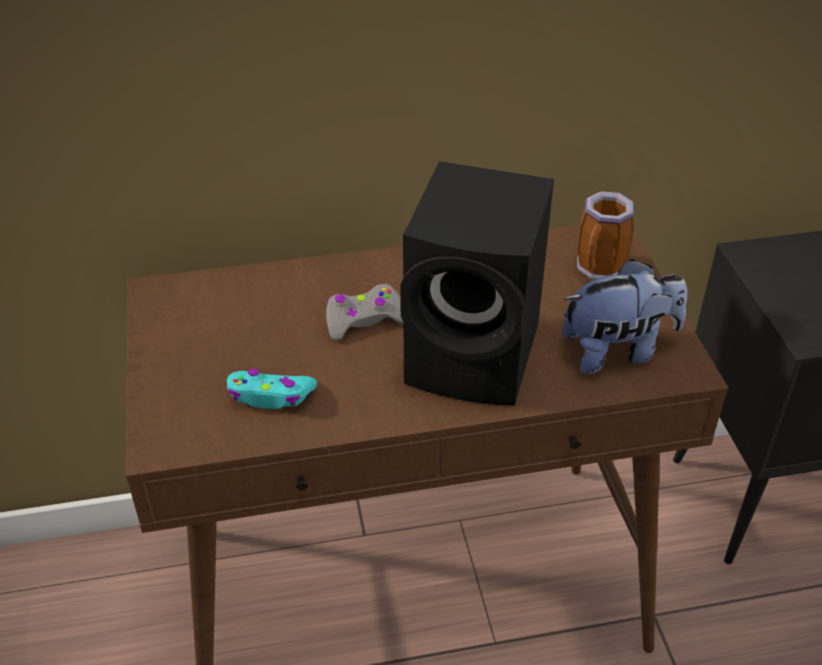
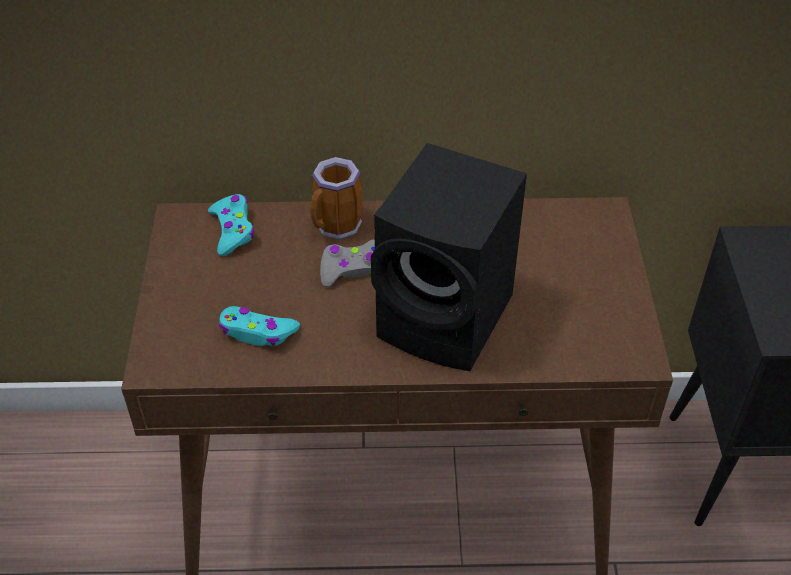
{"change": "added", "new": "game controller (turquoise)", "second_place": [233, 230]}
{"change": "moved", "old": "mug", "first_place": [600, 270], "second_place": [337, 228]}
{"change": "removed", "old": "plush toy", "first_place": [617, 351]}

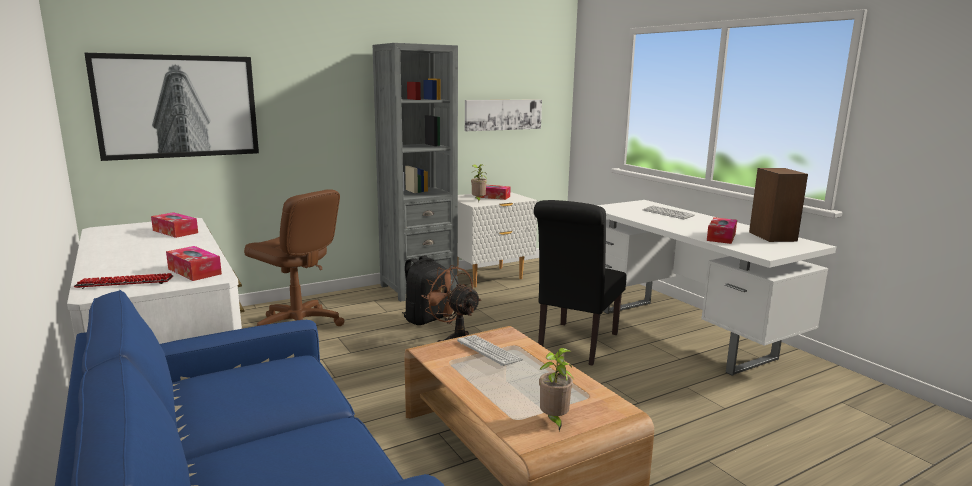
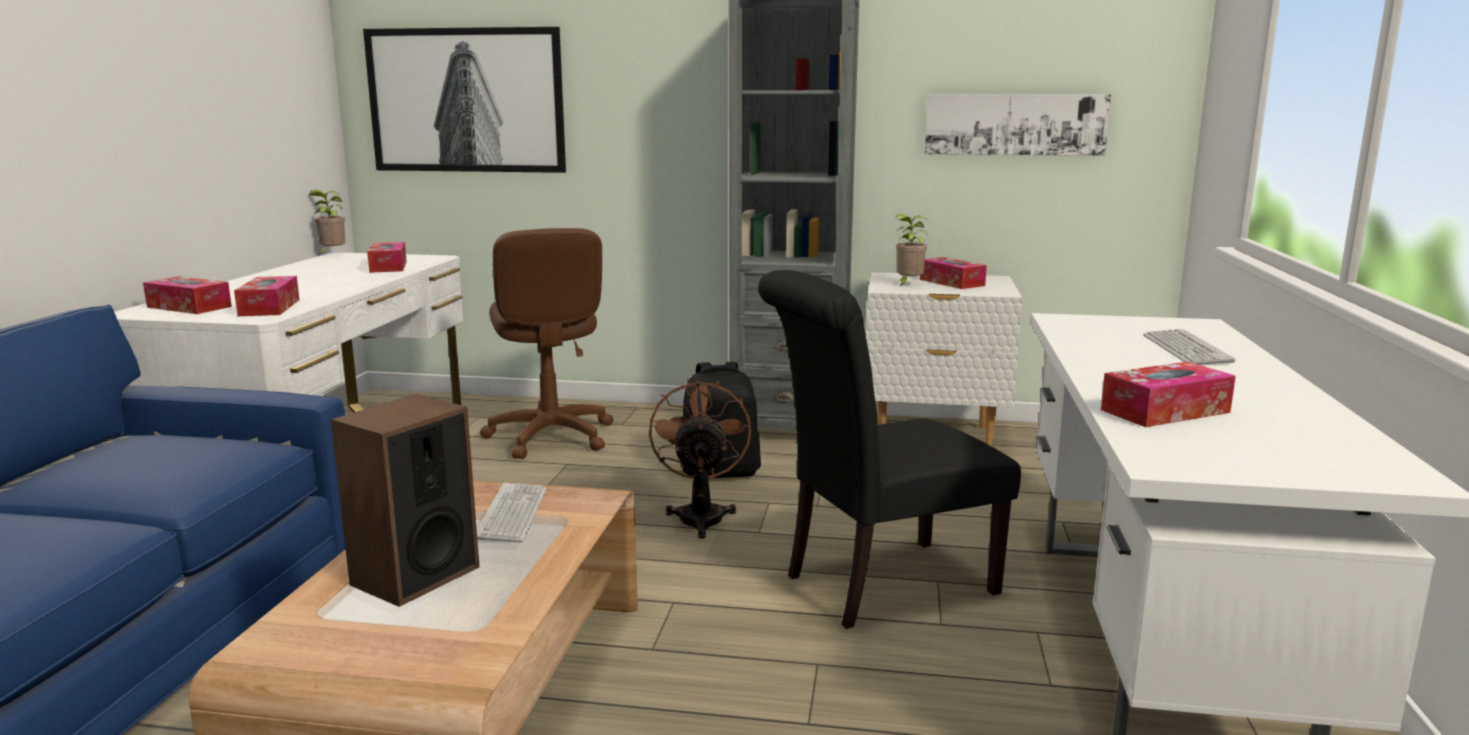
{"change": "replaced", "old": "keyboard", "new": "tissue box", "first_place": [125, 283], "second_place": [189, 307]}
{"change": "moved", "old": "potted plant", "first_place": [554, 421], "second_place": [331, 254]}
{"change": "moved", "old": "speaker", "first_place": [772, 236], "second_place": [414, 576]}

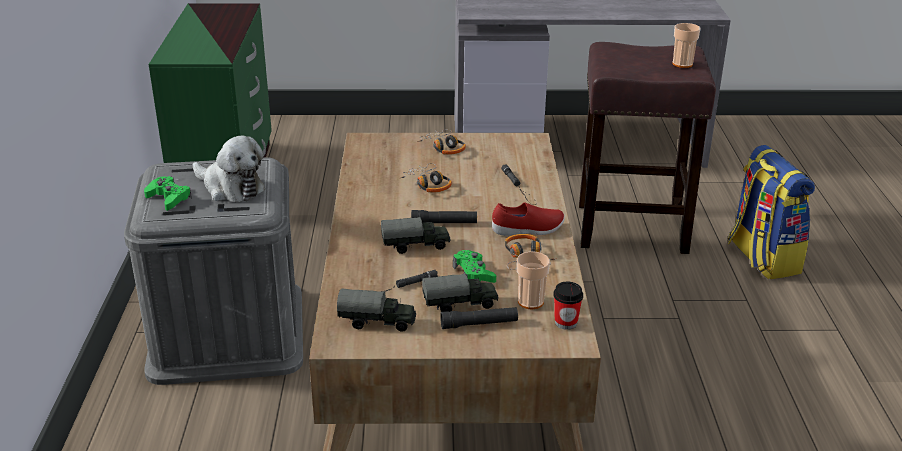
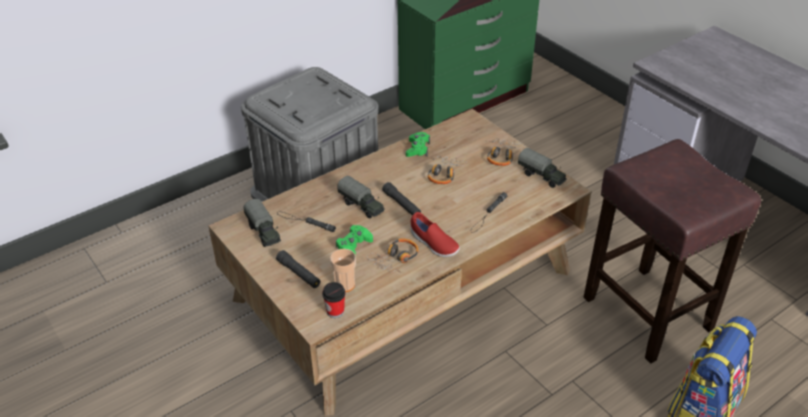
{"change": "moved", "old": "game controller (green)", "first_place": [168, 198], "second_place": [418, 149]}
{"change": "moved", "old": "toy truck", "first_place": [460, 305], "second_place": [541, 176]}
{"change": "removed", "old": "plush toy", "first_place": [230, 188]}
{"change": "removed", "old": "cup", "first_place": [682, 64]}

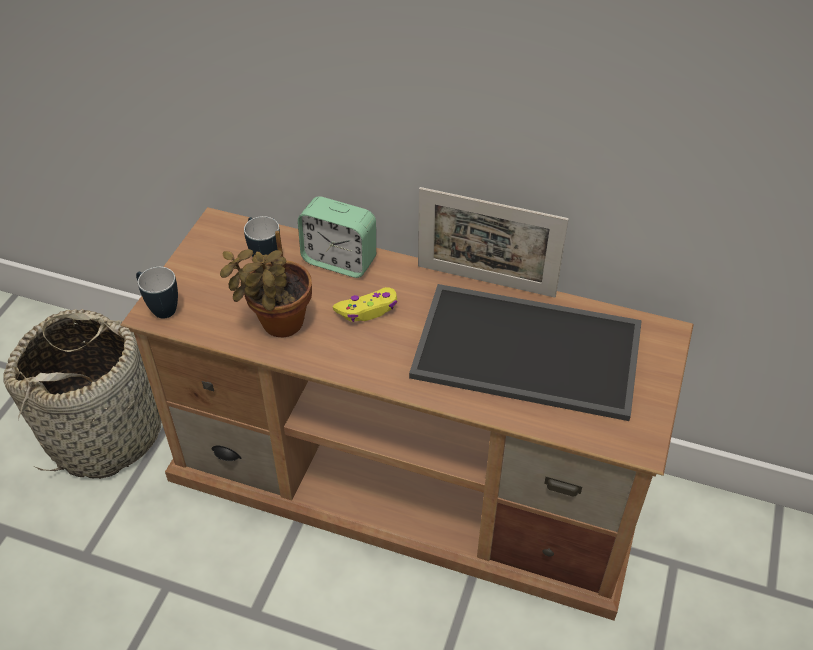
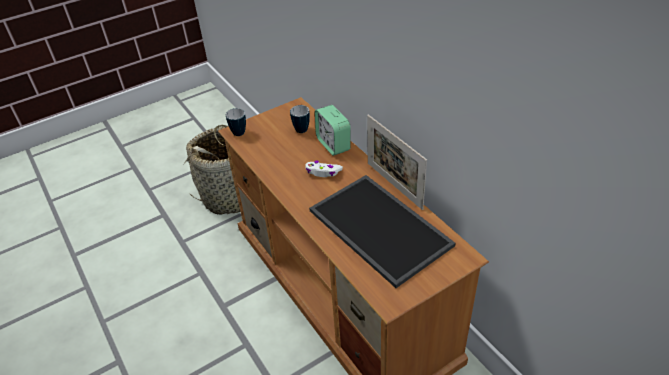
{"change": "recoloured", "old": "game controller (yellow)", "new": "game controller (white)", "first_place": [368, 310], "second_place": [323, 172]}
{"change": "removed", "old": "potted plant", "first_place": [278, 325]}

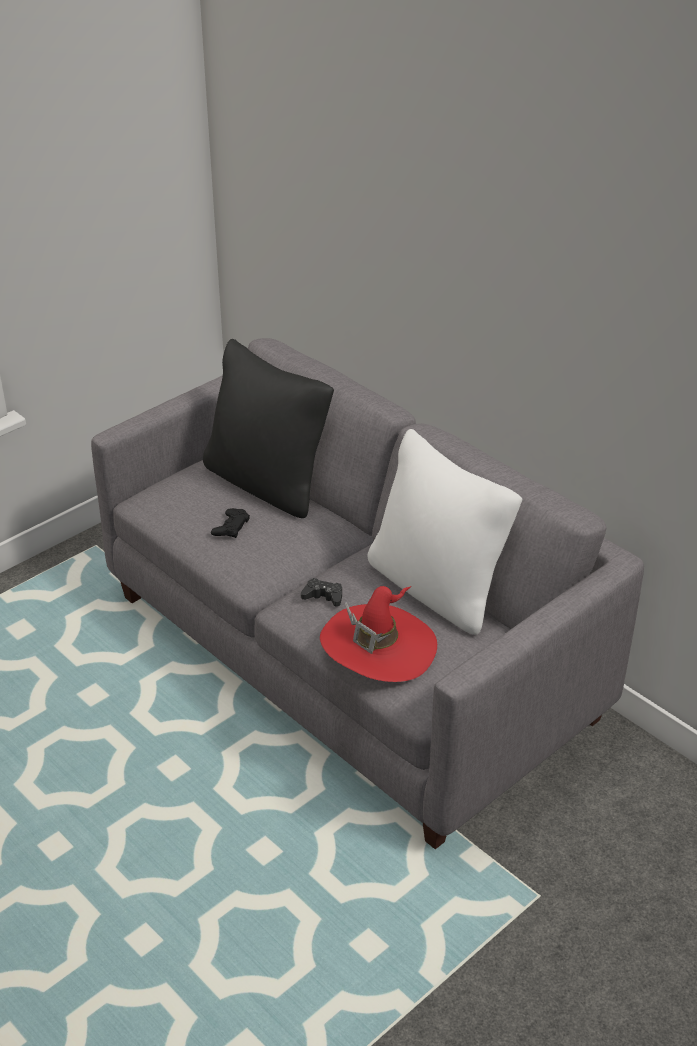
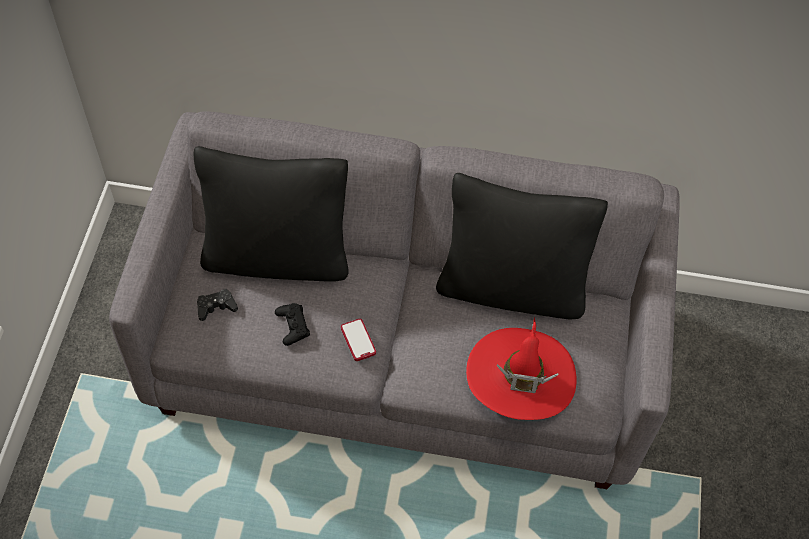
{"change": "moved", "old": "game controller (black)", "first_place": [323, 596], "second_place": [216, 307]}
{"change": "added", "new": "phone", "second_place": [358, 340]}
{"change": "recoloured", "old": "pillow (white)", "new": "pillow (black)", "first_place": [437, 588], "second_place": [511, 287]}

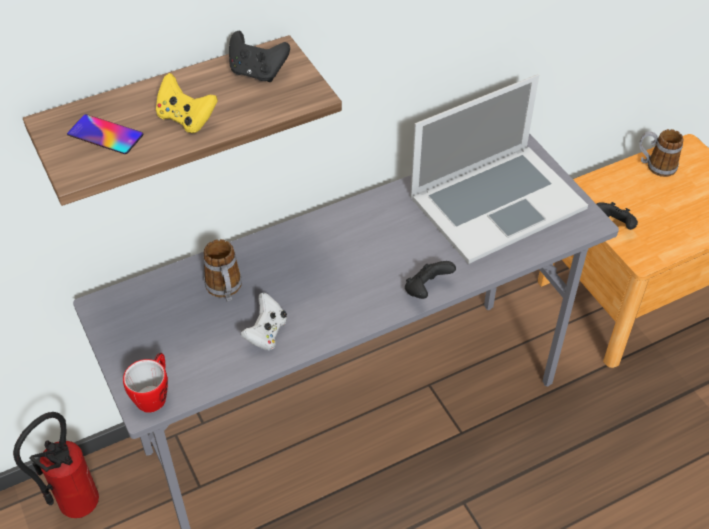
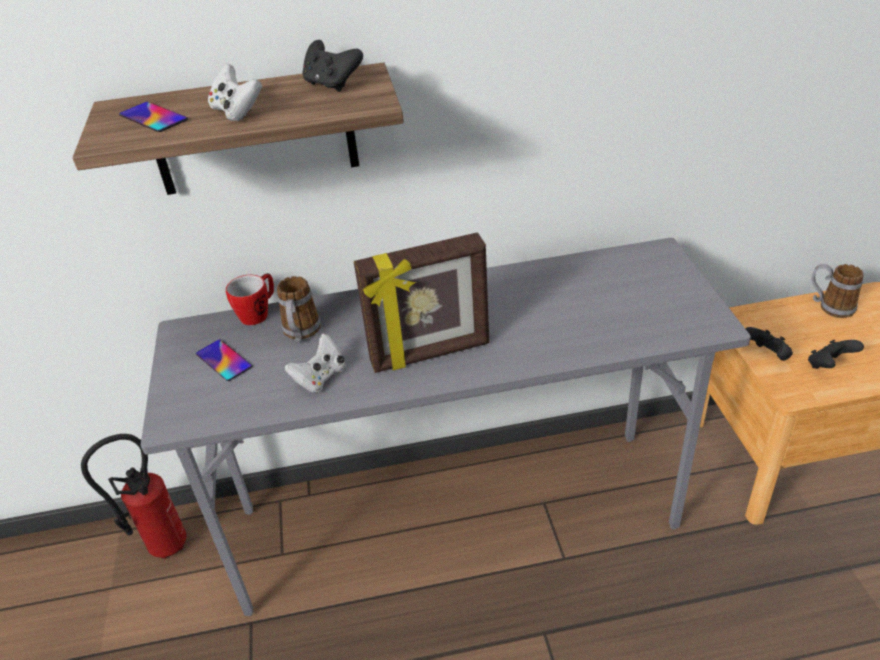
{"change": "added", "new": "phone", "second_place": [224, 360]}
{"change": "recoloured", "old": "game controller (yellow)", "new": "game controller (white)", "first_place": [186, 119], "second_place": [237, 112]}
{"change": "moved", "old": "mug", "first_place": [154, 394], "second_place": [258, 313]}
{"change": "added", "new": "picture frame", "second_place": [430, 354]}
{"change": "moved", "old": "game controller (black)", "first_place": [426, 290], "second_place": [829, 366]}
{"change": "removed", "old": "laptop", "first_place": [496, 201]}

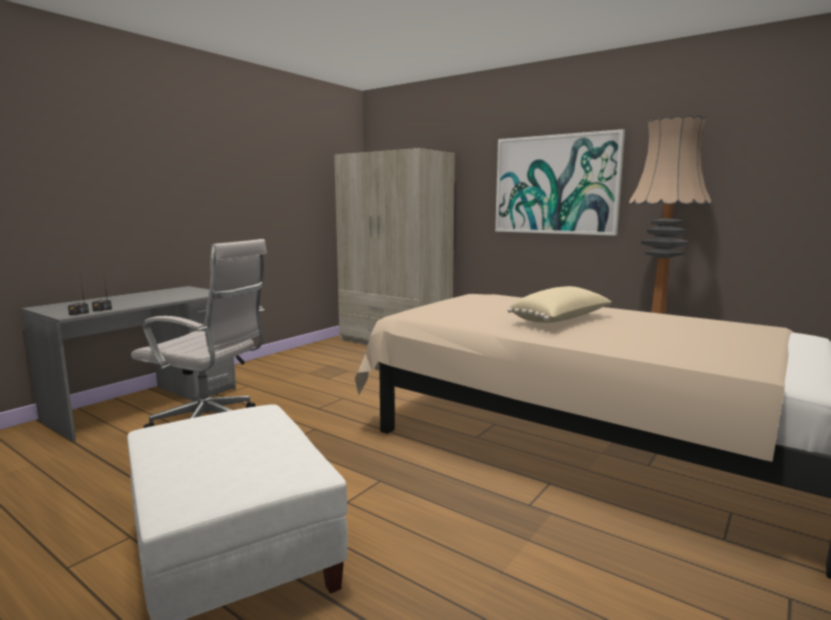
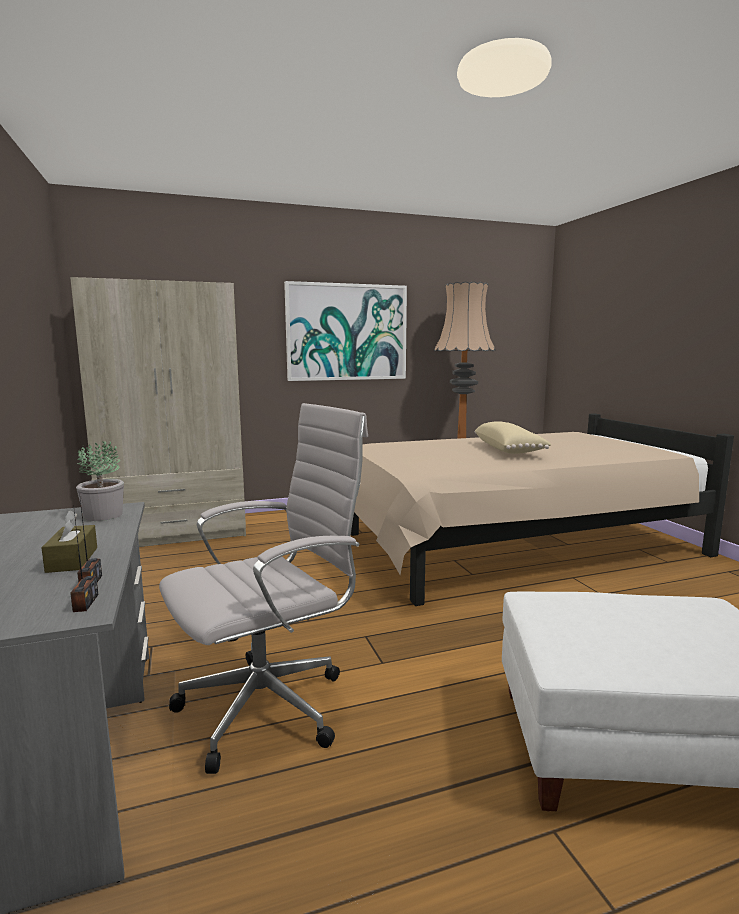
{"change": "added", "new": "tissue box (brown)", "second_place": [72, 559]}
{"change": "added", "new": "potted plant", "second_place": [104, 515]}

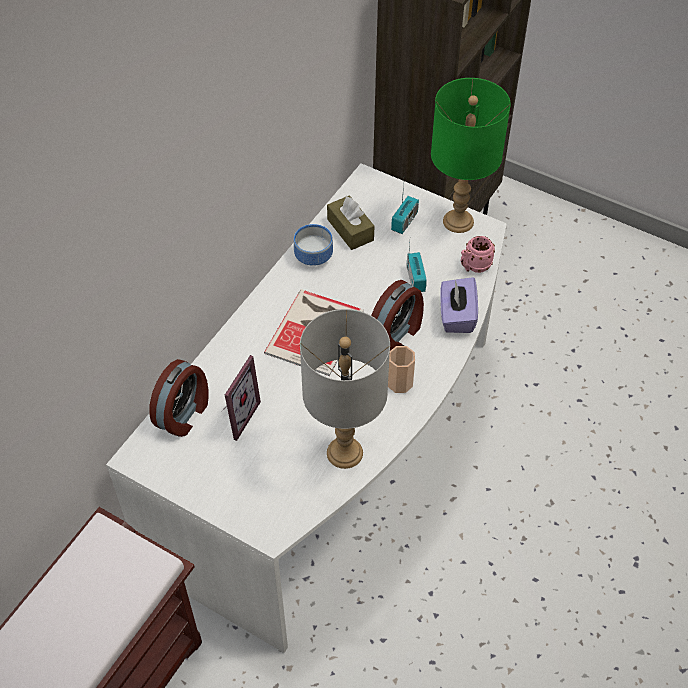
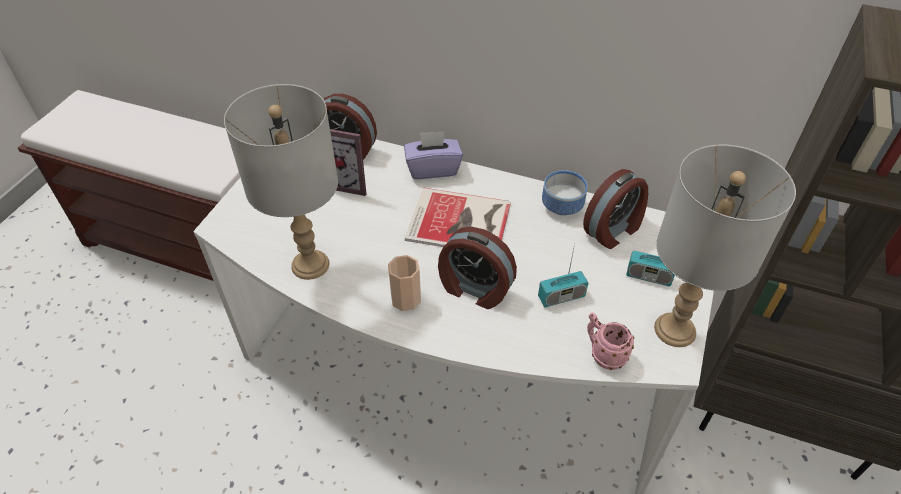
{"change": "moved", "old": "tissue box (purple)", "first_place": [456, 316], "second_place": [433, 169]}
{"change": "replaced", "old": "tissue box (brown)", "new": "alarm clock", "first_place": [350, 230], "second_place": [613, 230]}
{"change": "recoloured", "old": "table lamp (green)", "new": "table lamp (grey)", "first_place": [458, 221], "second_place": [674, 330]}

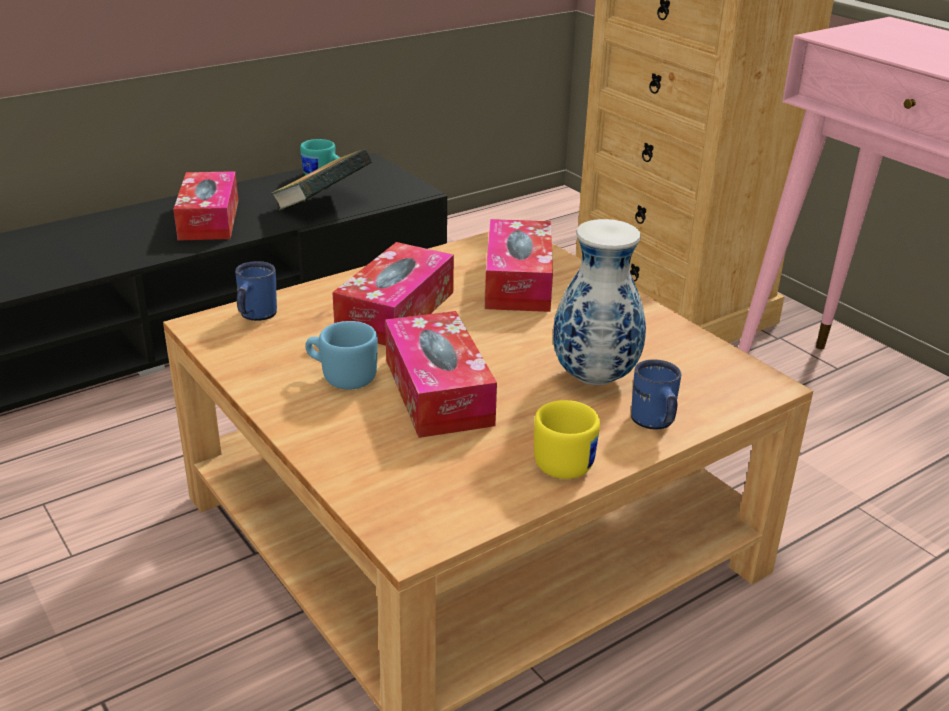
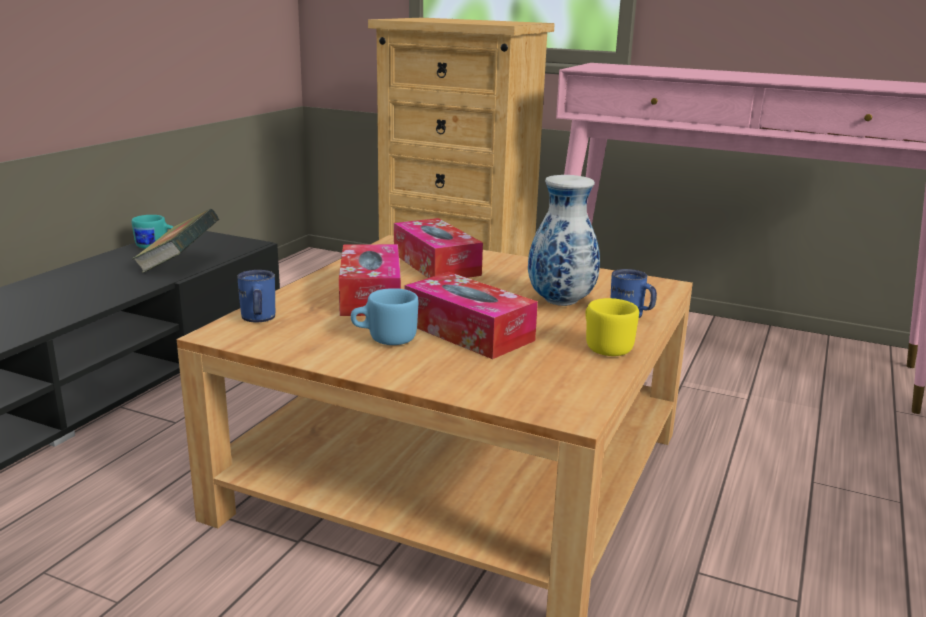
{"change": "removed", "old": "tissue box", "first_place": [209, 219]}

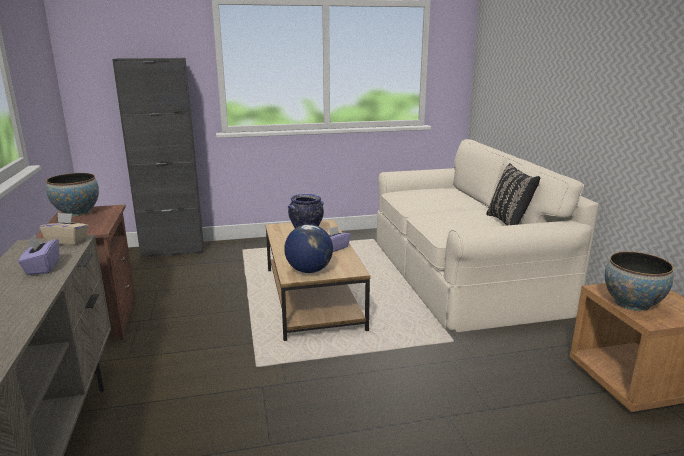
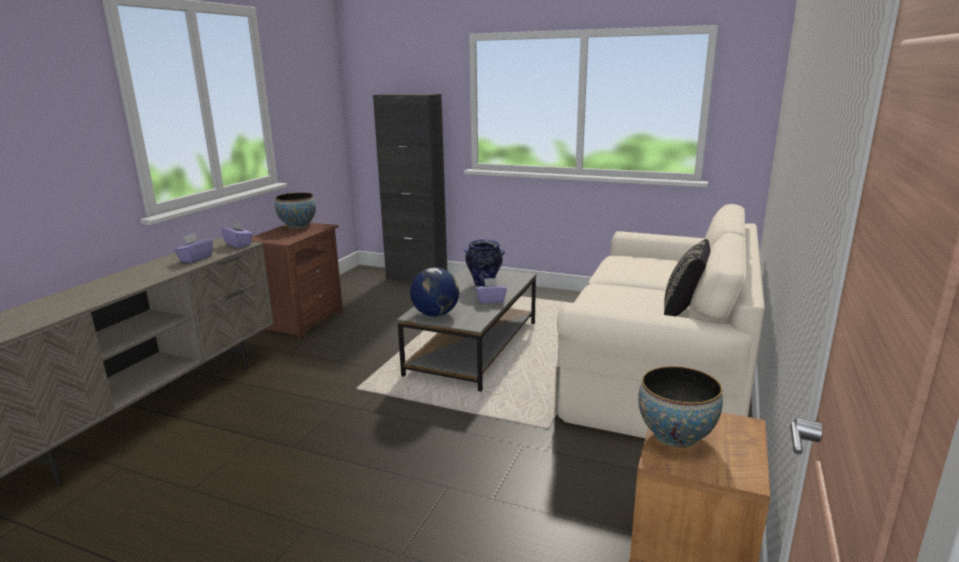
{"change": "recoloured", "old": "tissue box (beige)", "new": "tissue box (purple)", "first_place": [67, 241], "second_place": [239, 244]}
{"change": "recoloured", "old": "coffee table (brown)", "new": "coffee table (grey)", "first_place": [313, 297], "second_place": [474, 348]}

